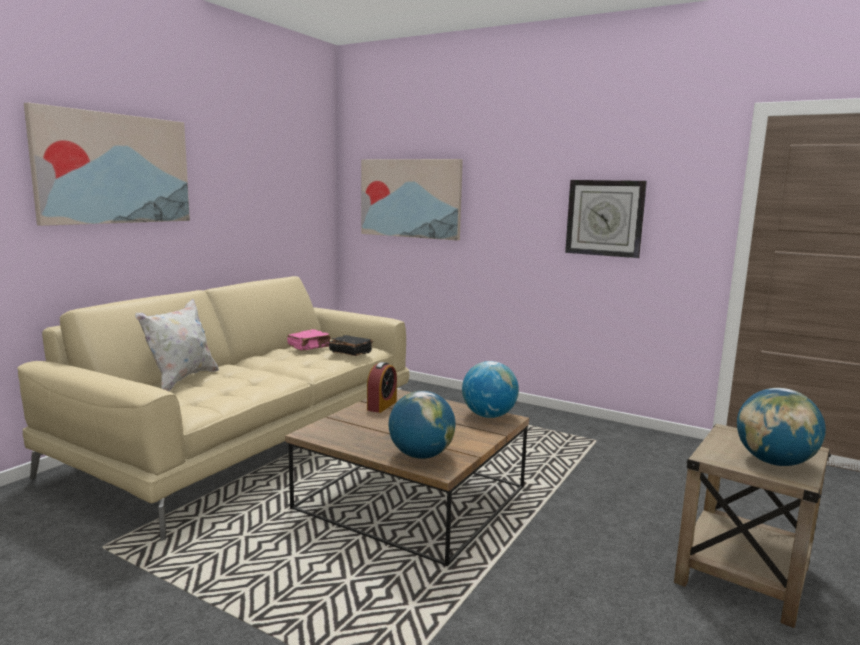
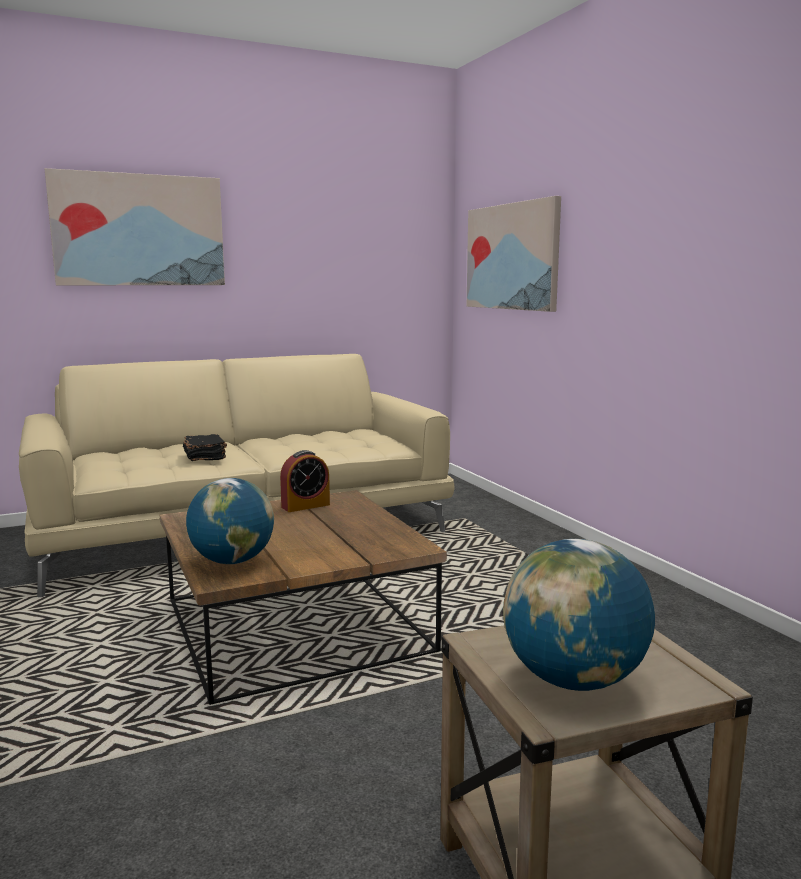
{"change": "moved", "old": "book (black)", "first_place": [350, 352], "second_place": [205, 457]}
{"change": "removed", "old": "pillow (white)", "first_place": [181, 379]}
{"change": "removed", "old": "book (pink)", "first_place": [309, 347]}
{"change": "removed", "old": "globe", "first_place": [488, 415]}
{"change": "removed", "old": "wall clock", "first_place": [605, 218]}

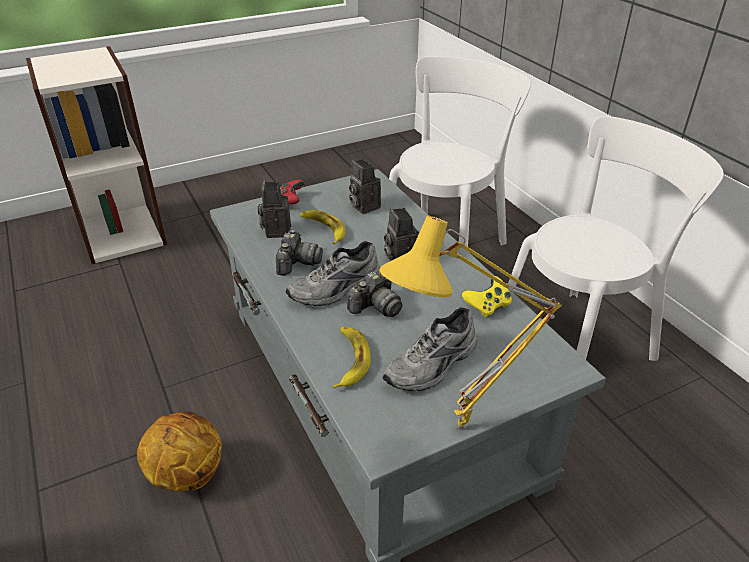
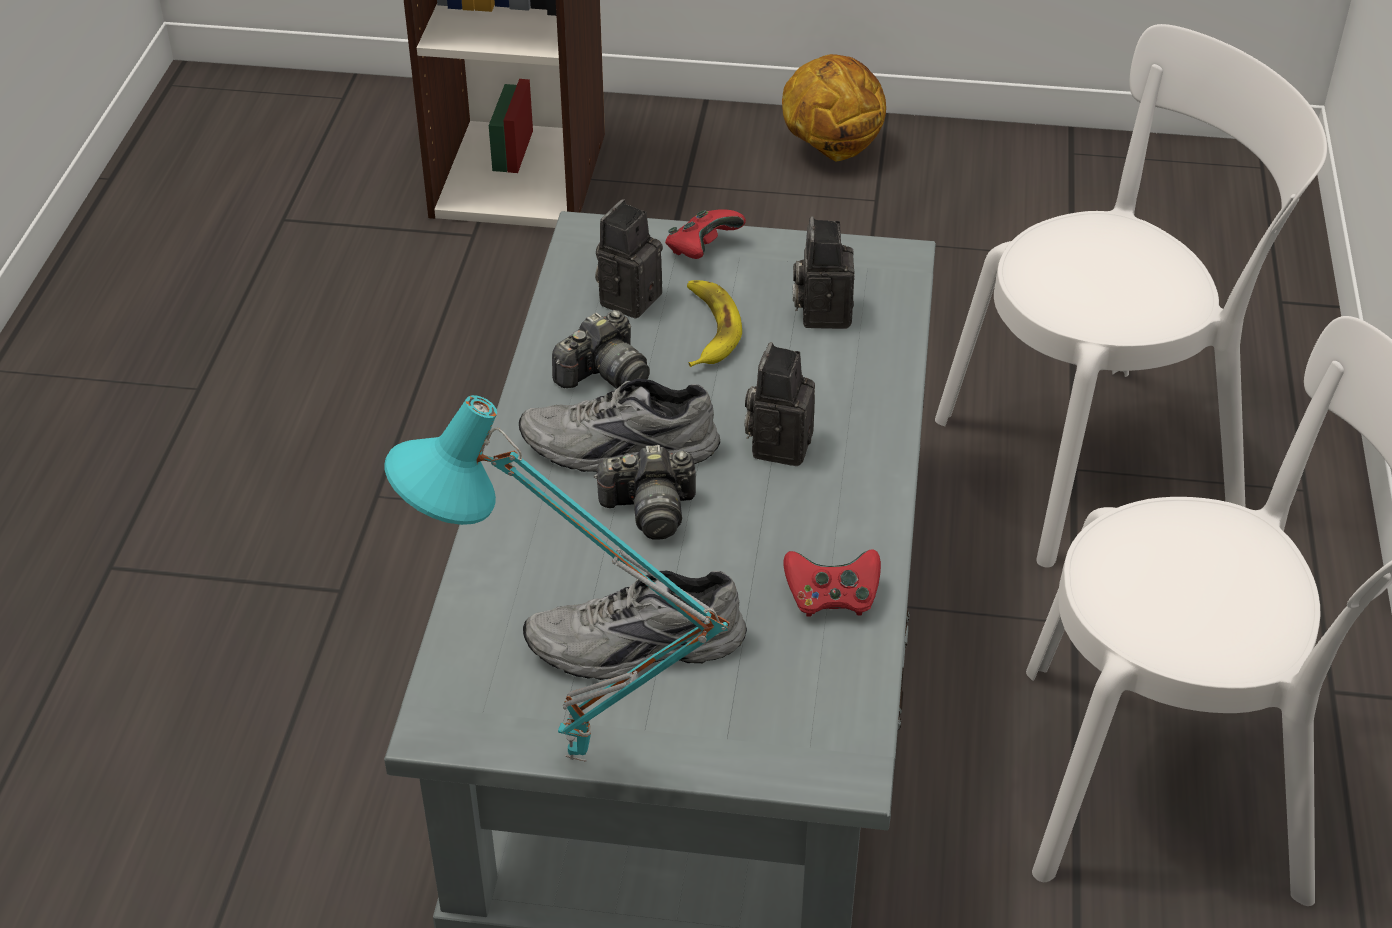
{"change": "recoloured", "old": "table lamp (yellow)", "new": "table lamp (turquoise)", "first_place": [463, 431], "second_place": [573, 766]}
{"change": "moved", "old": "basketball", "first_place": [186, 474], "second_place": [831, 149]}
{"change": "recoloured", "old": "game controller (yellow)", "new": "game controller (red)", "first_place": [487, 306], "second_place": [831, 599]}
{"change": "removed", "old": "banana", "first_place": [350, 360]}

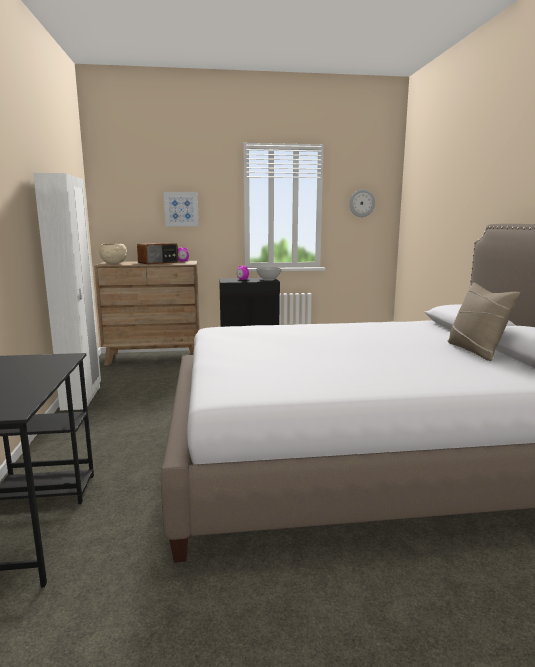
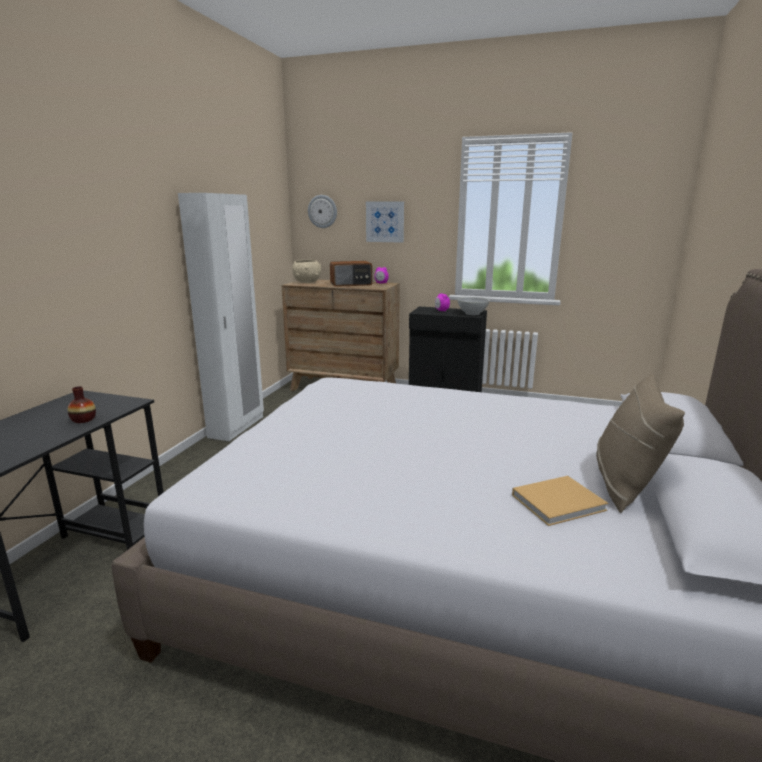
{"change": "added", "new": "vase", "second_place": [83, 419]}
{"change": "moved", "old": "wall clock", "first_place": [362, 203], "second_place": [322, 211]}
{"change": "added", "new": "book (beige)", "second_place": [560, 502]}

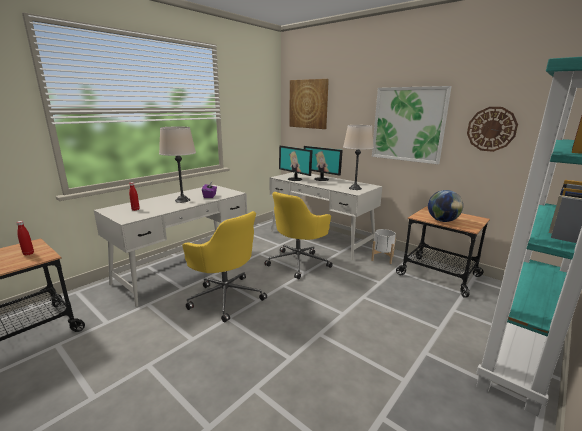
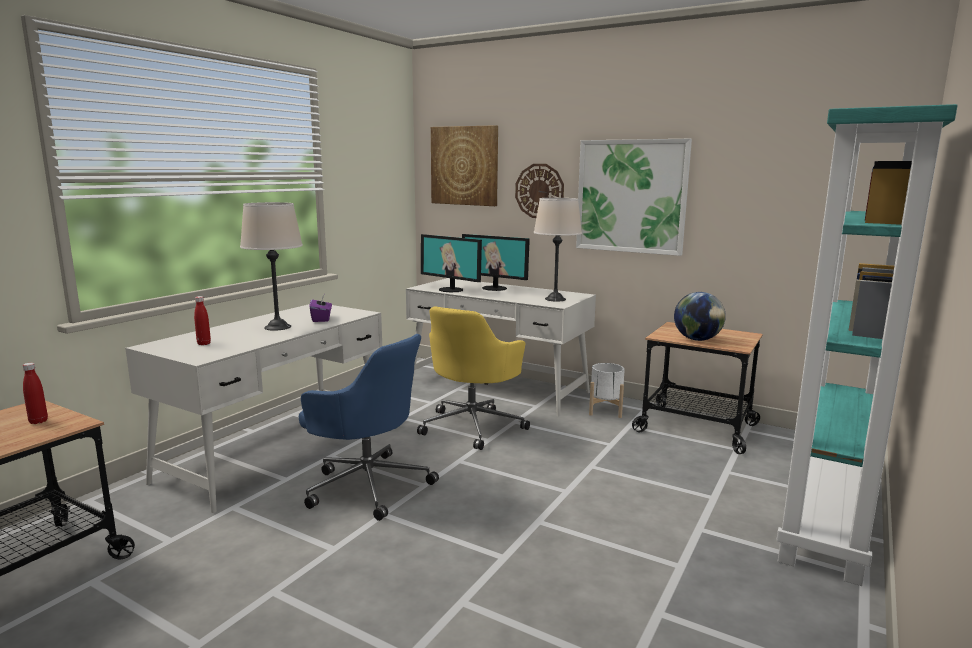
{"change": "recoloured", "old": "office chair (yellow)", "new": "office chair (blue)", "first_place": [225, 297], "second_place": [367, 485]}
{"change": "moved", "old": "wall clock", "first_place": [491, 129], "second_place": [539, 191]}

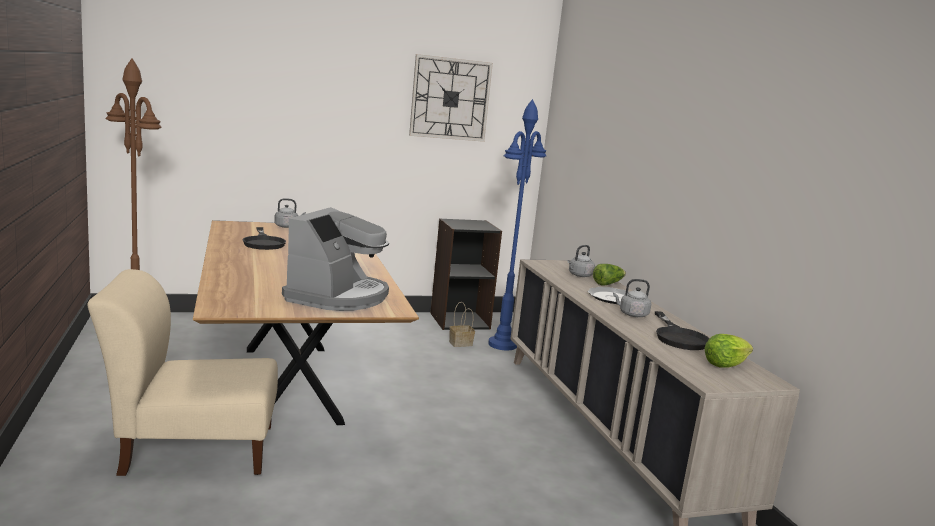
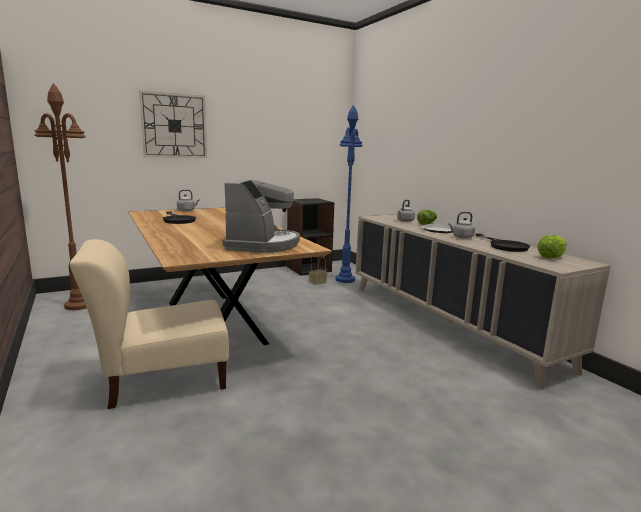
{"change": "moved", "old": "wall clock", "first_place": [450, 99], "second_place": [174, 126]}

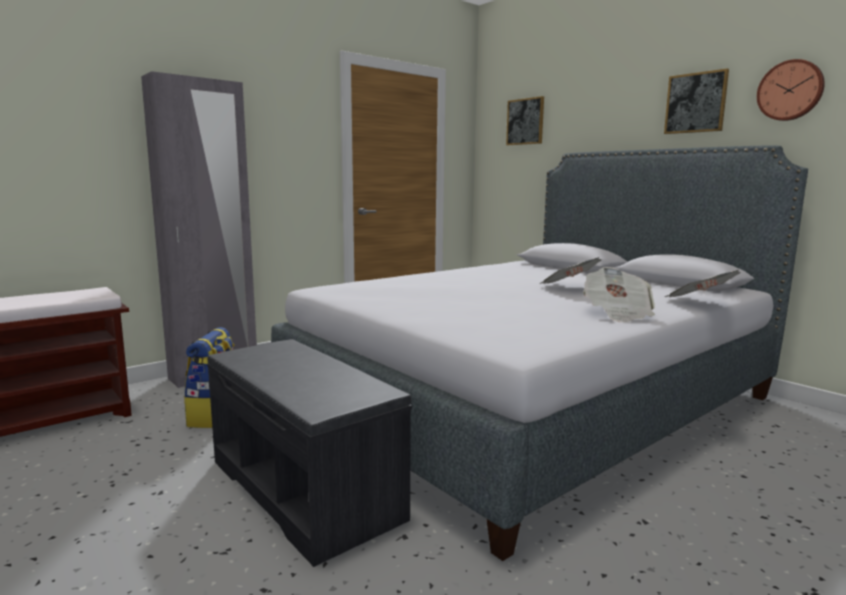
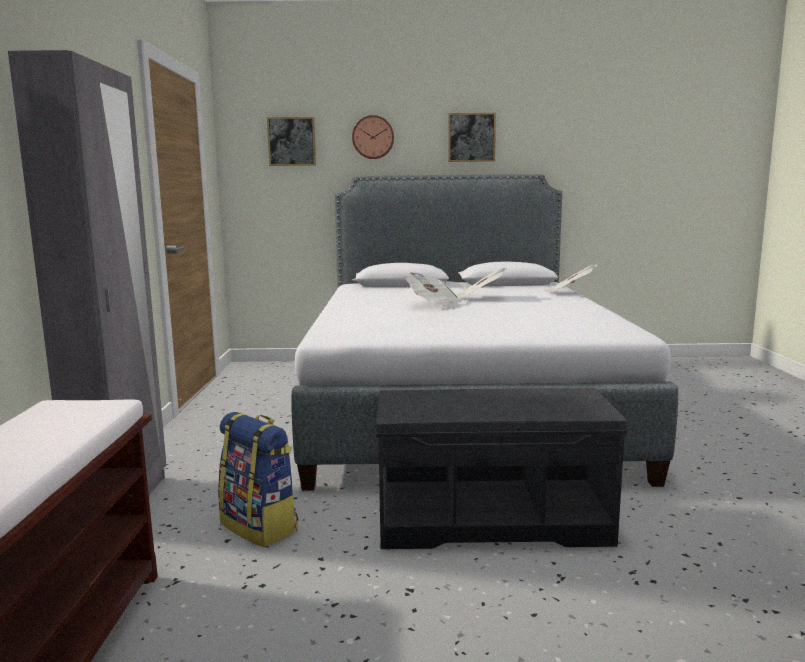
{"change": "moved", "old": "wall clock", "first_place": [790, 90], "second_place": [373, 137]}
{"change": "moved", "old": "newspaper", "first_place": [617, 313], "second_place": [434, 305]}

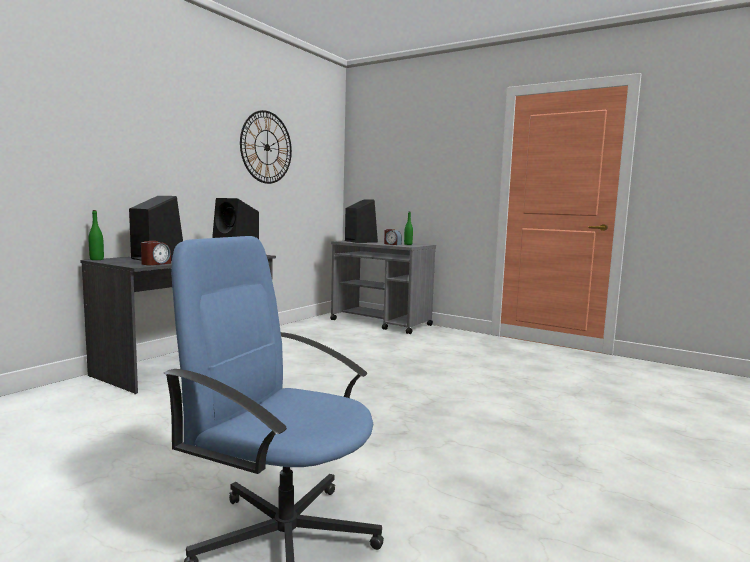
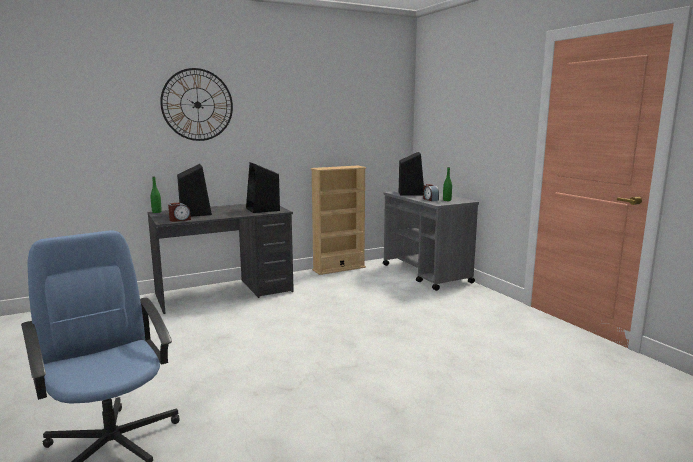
{"change": "moved", "old": "wall clock", "first_place": [266, 147], "second_place": [197, 105]}
{"change": "added", "new": "bookcase (beige)", "second_place": [339, 268]}

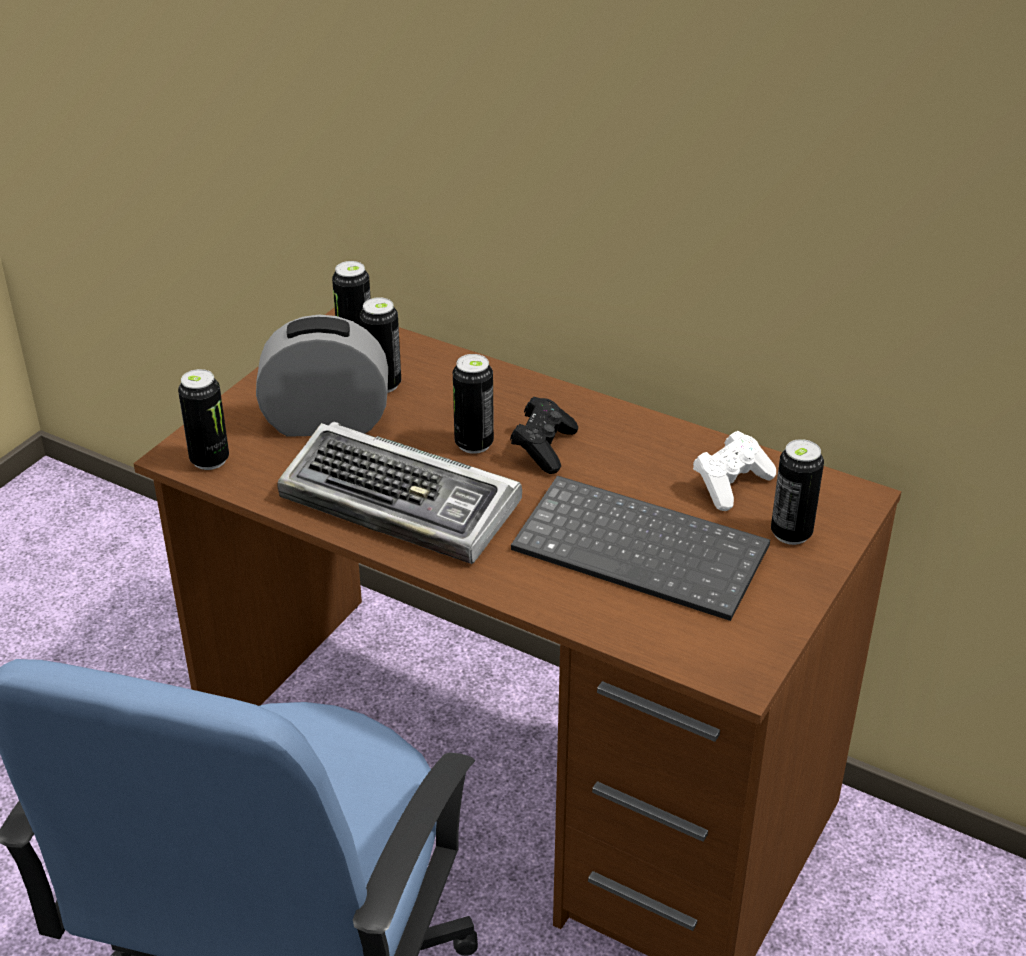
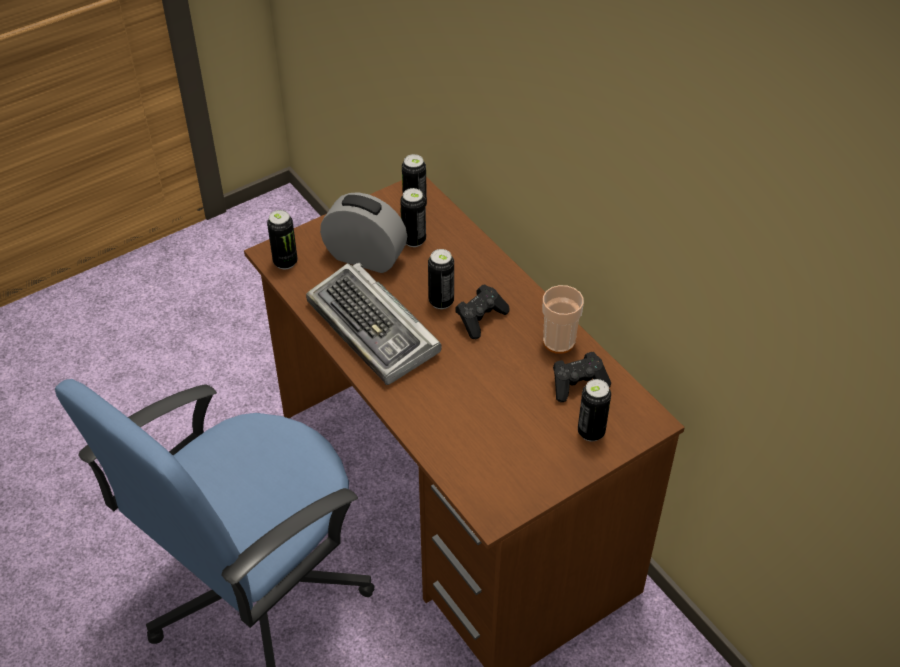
{"change": "added", "new": "cup", "second_place": [559, 341]}
{"change": "recoloured", "old": "game controller (white)", "new": "game controller (black)", "first_place": [731, 484], "second_place": [578, 384]}
{"change": "removed", "old": "keyboard", "first_place": [644, 550]}

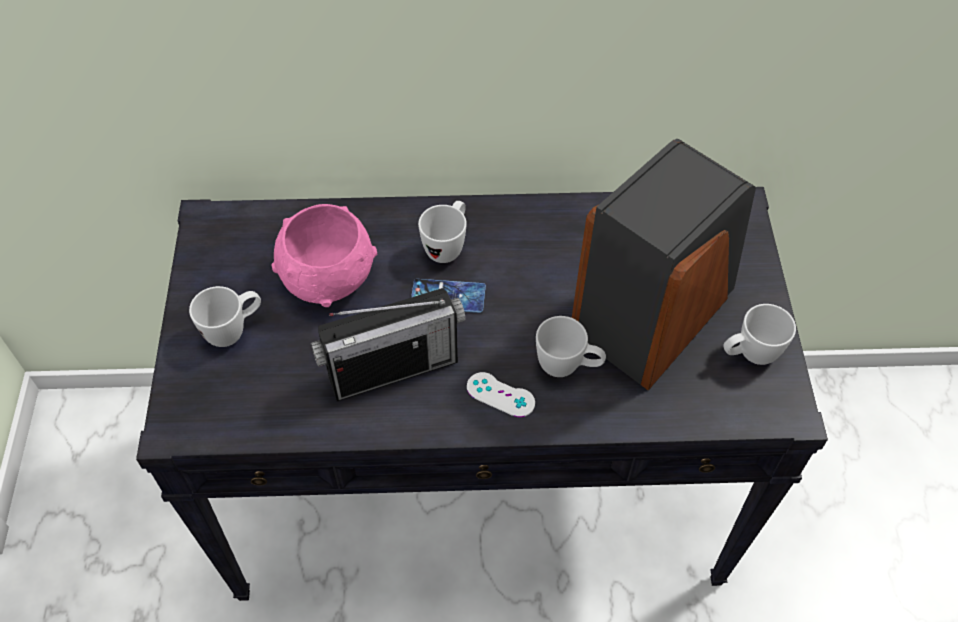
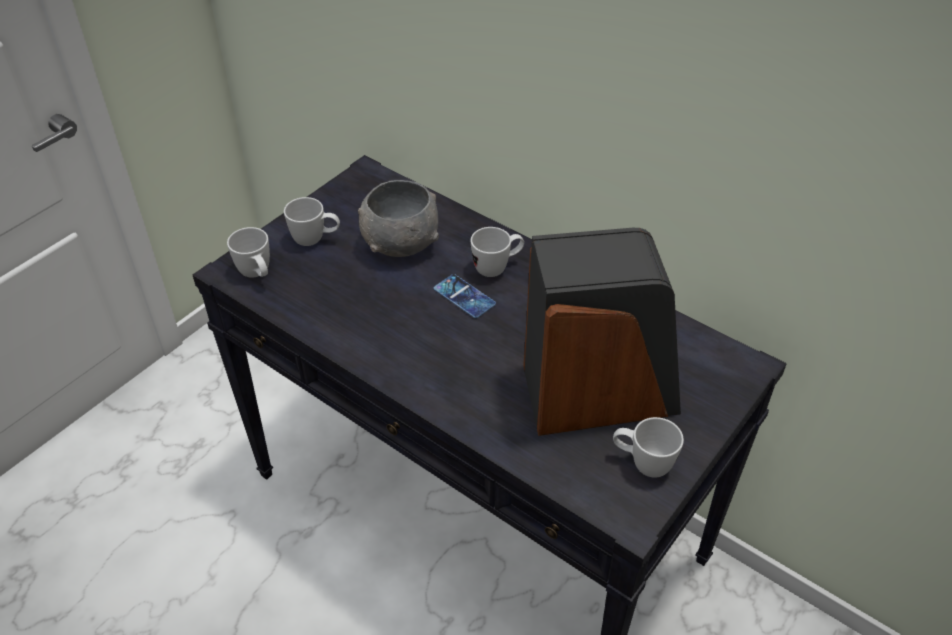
{"change": "moved", "old": "mug (white)", "first_place": [568, 367], "second_place": [257, 275]}
{"change": "recoloured", "old": "bowl (pink)", "new": "bowl (grey)", "first_place": [327, 279], "second_place": [399, 243]}
{"change": "removed", "old": "radio", "first_place": [393, 369]}
{"change": "removed", "old": "game controller (white)", "first_place": [500, 395]}

